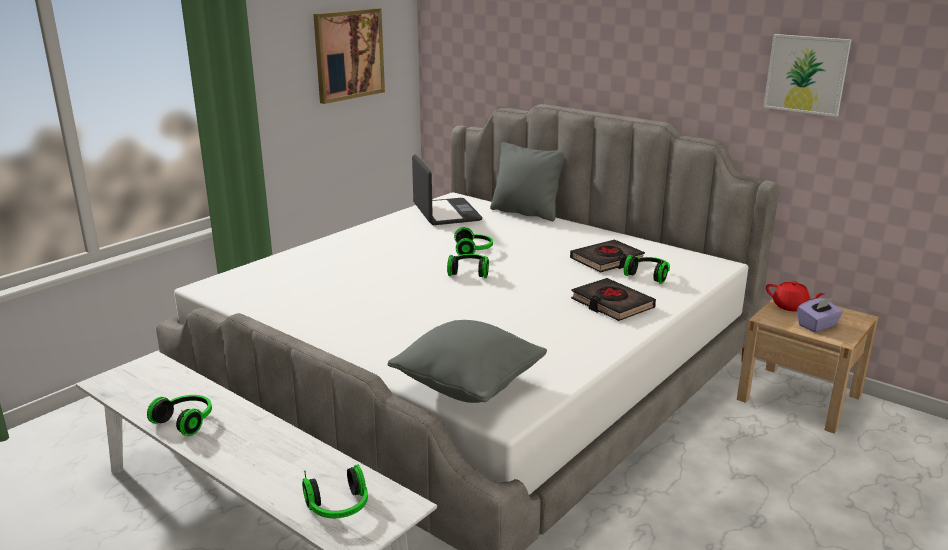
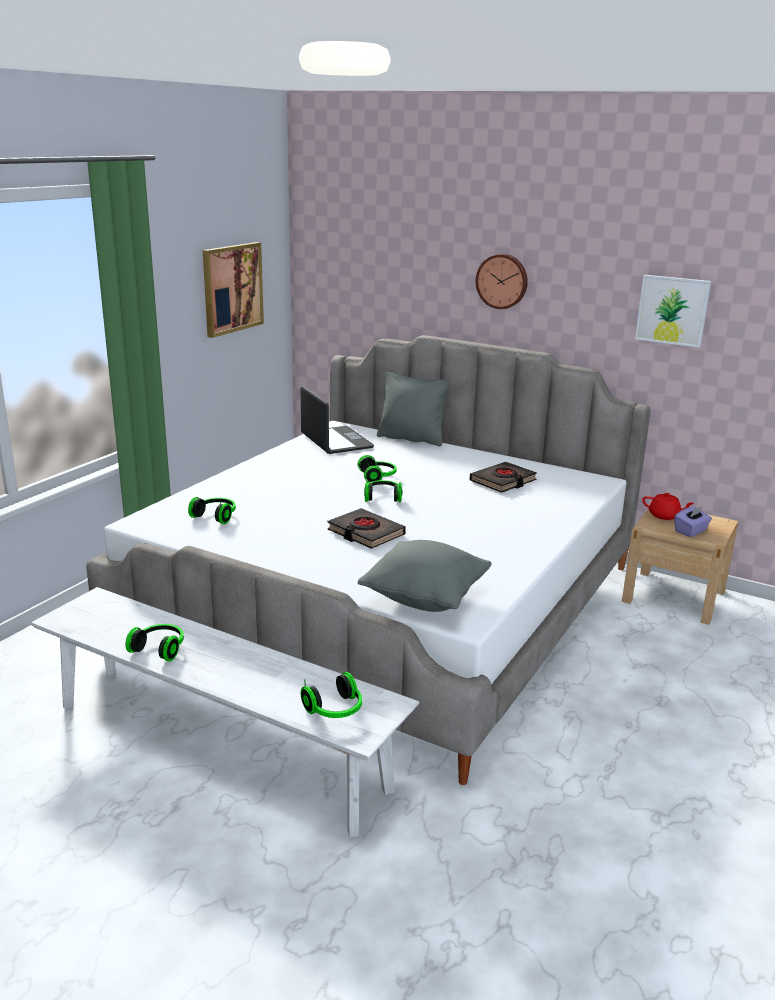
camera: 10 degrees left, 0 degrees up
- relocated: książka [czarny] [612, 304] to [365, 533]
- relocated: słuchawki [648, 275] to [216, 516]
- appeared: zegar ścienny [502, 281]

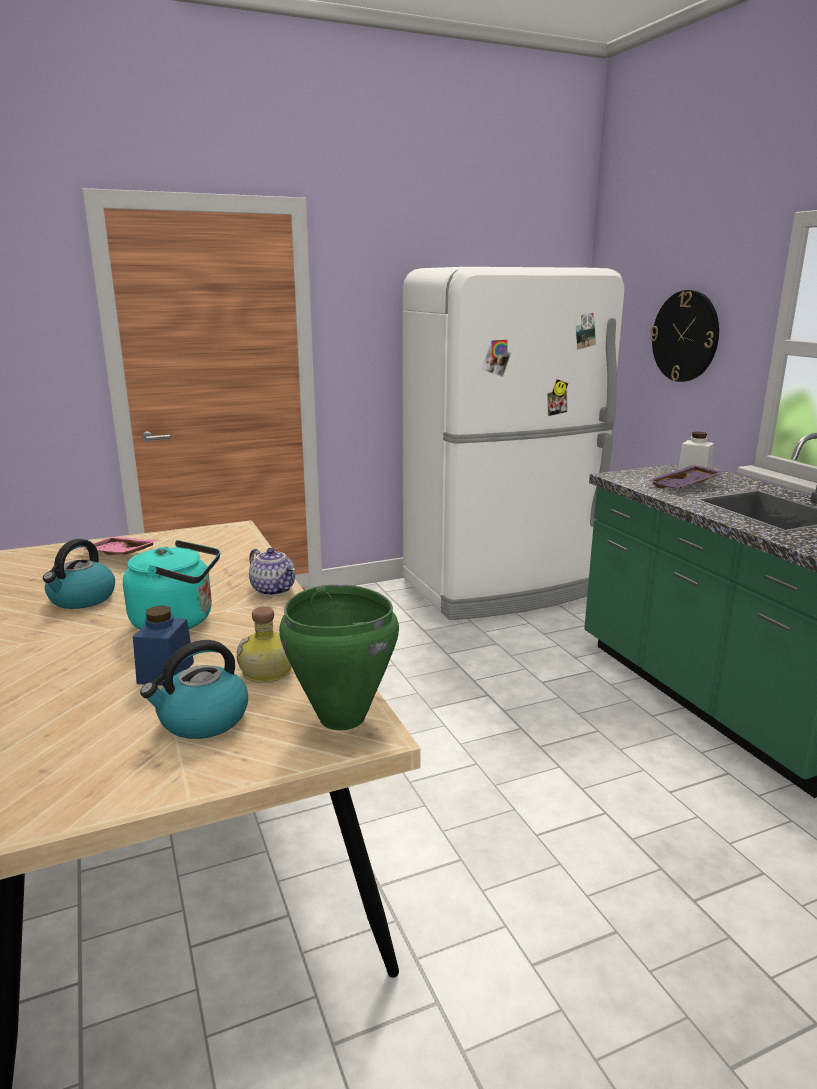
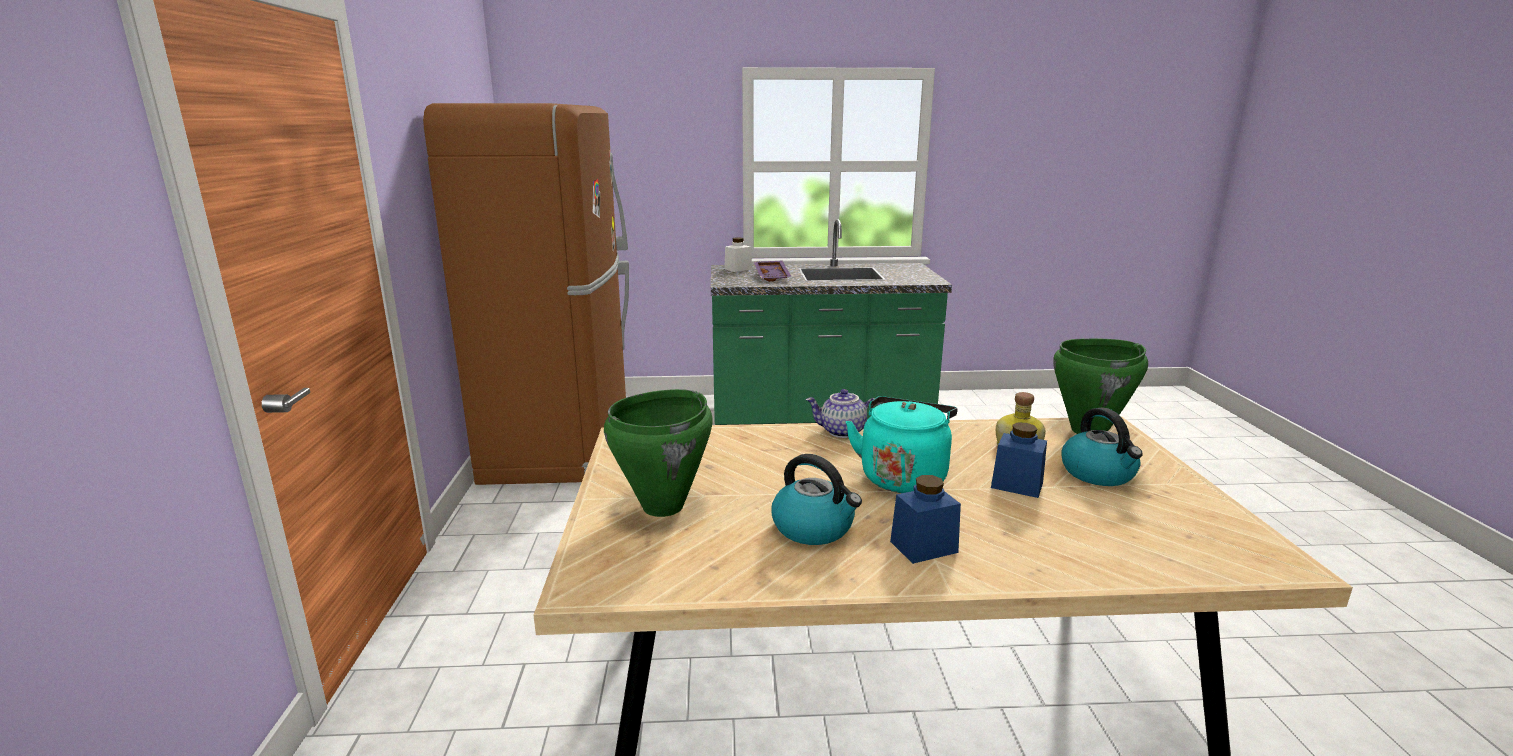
camera: 70 degrees left, 0 degrees up
- exchanged: taca [różowy] [118, 555] to garnek [zielony] [664, 506]
- spun: imbryk [274, 590] = [842, 432] 150 degrees counterclockwise
- colour: lodówka [biały] [501, 587] to lodówka [brązowy] [564, 443]
- missing: zegar ścienny [685, 336]
- appeared: słoik [niebieski] [923, 547]

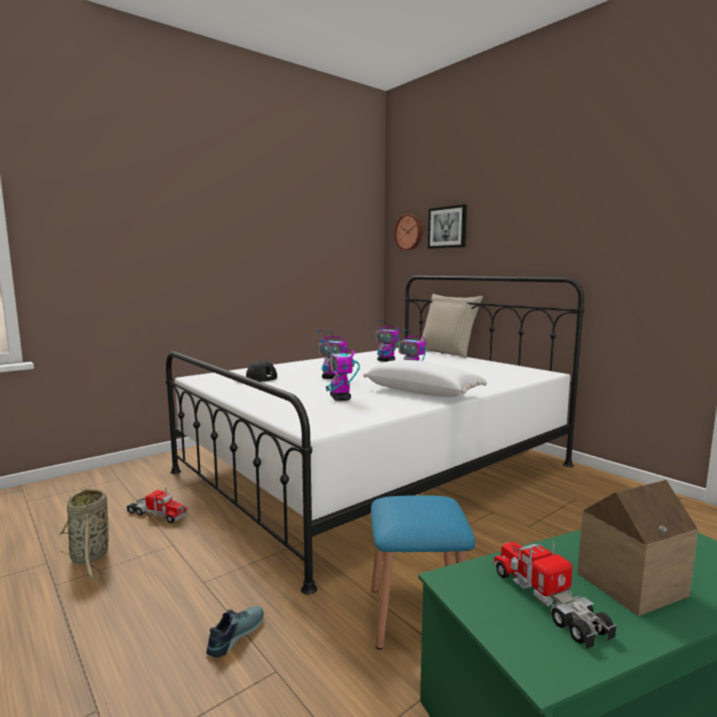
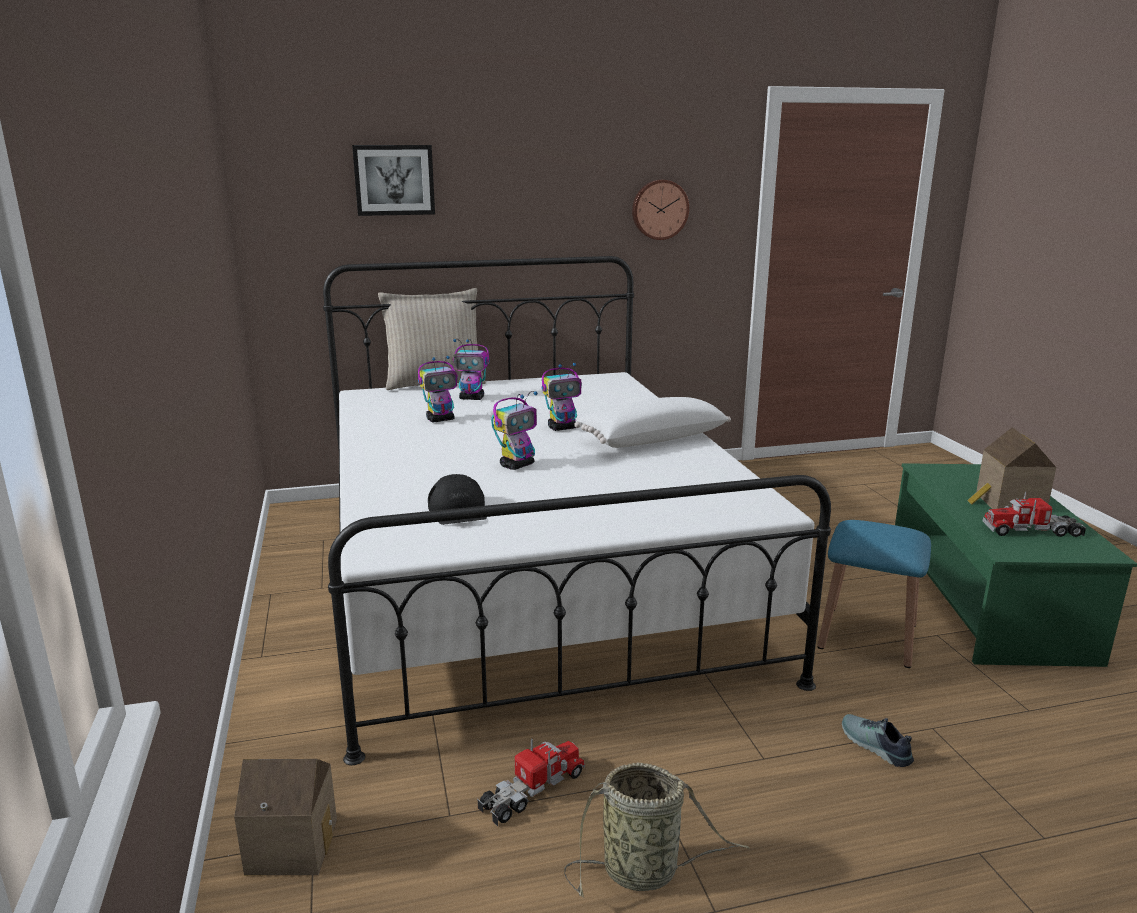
camera: 65 degrees left, 10 degrees up
- relocated: robot zabawkowy [340, 398] to [472, 398]
- relocated: zegar ścienny [409, 232] to [659, 209]
- appeared: domek [292, 843]

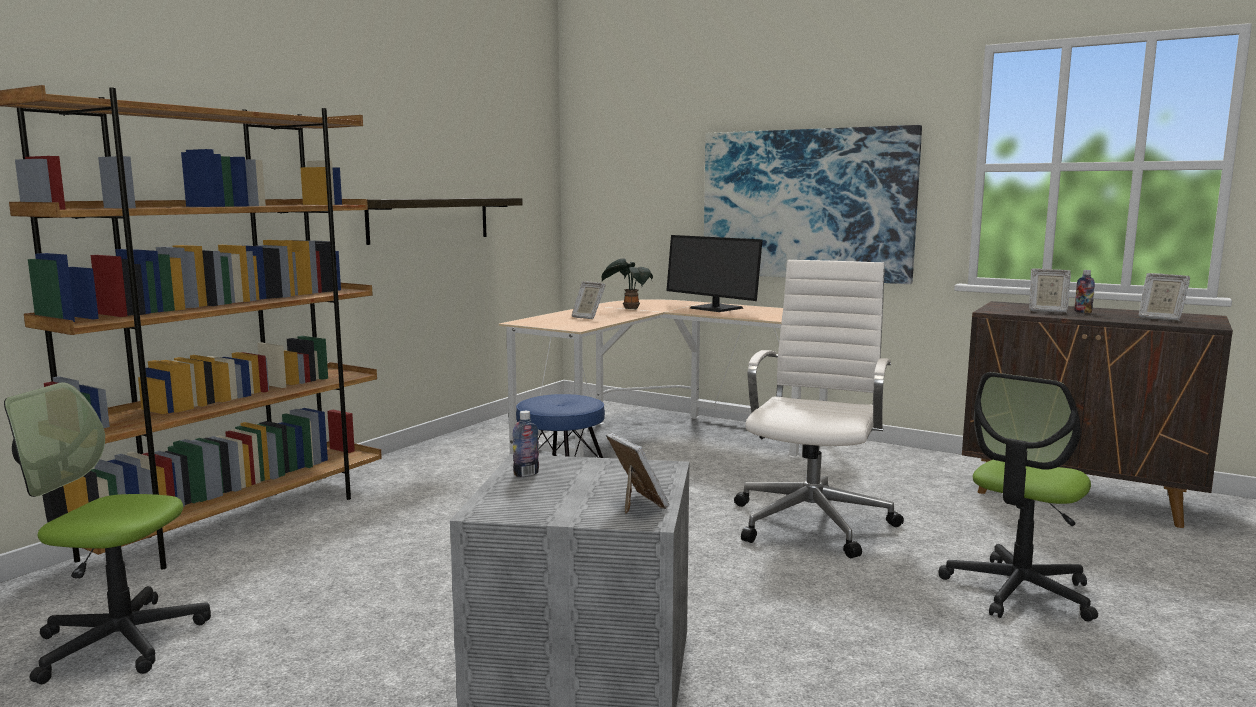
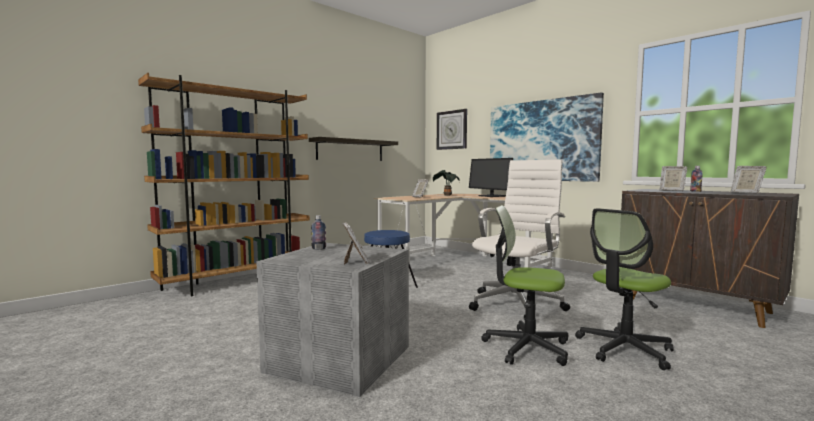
camera: 15 degrees right, 5 degrees down
- relocated: krzesło biurowe [119, 641] to [526, 347]
- appeared: zegar ścienny [452, 130]

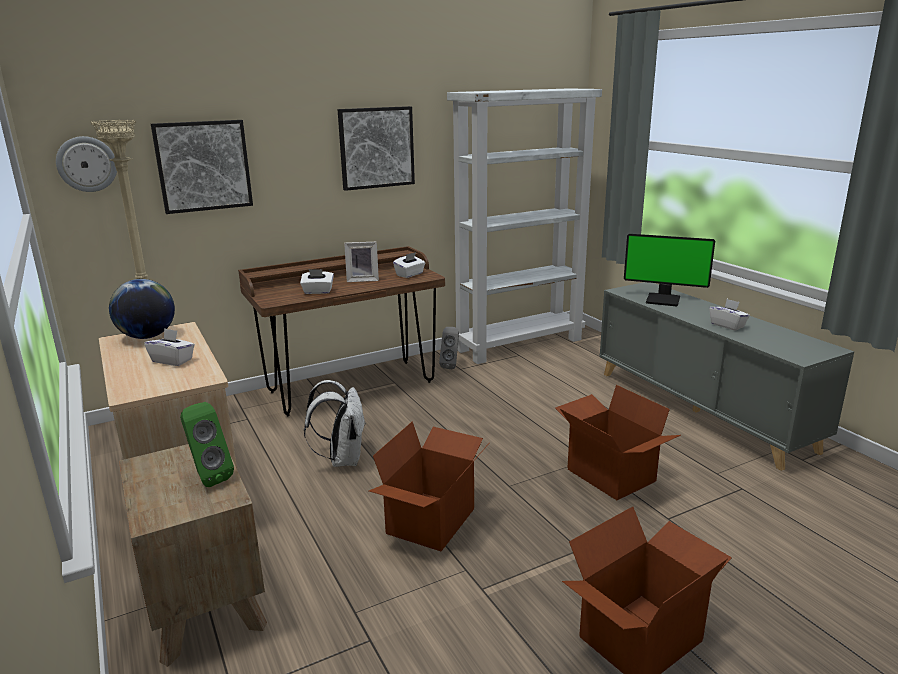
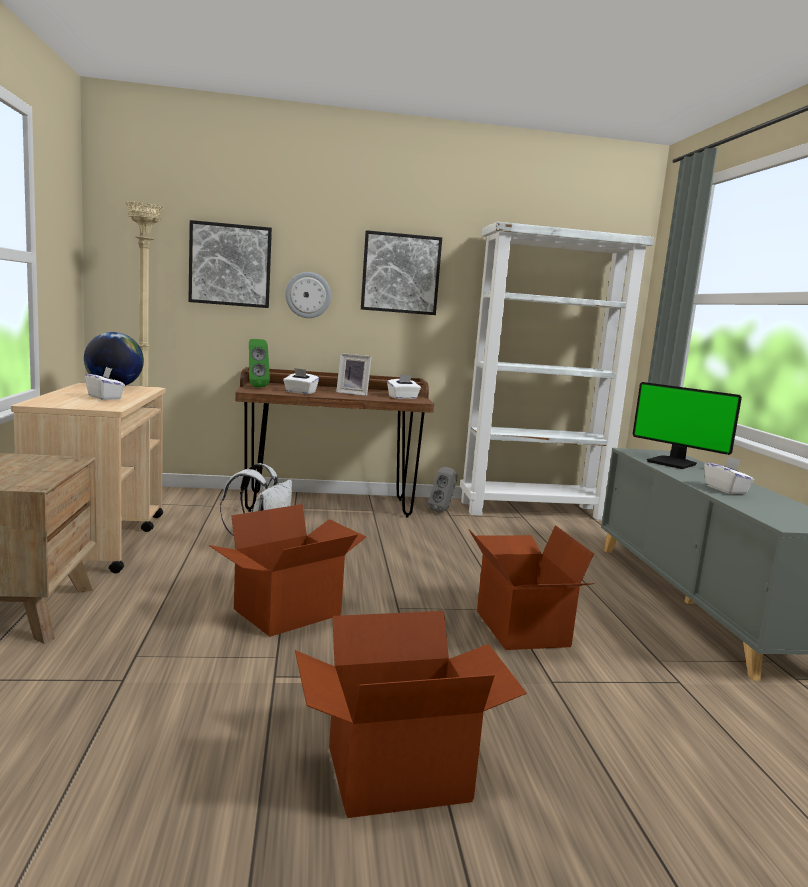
camera: 20 degrees right, 10 degrees down
- relocated: zegar ścienny [87, 164] to [308, 295]
- relocated: głośnik [zielony] [208, 477] to [256, 387]

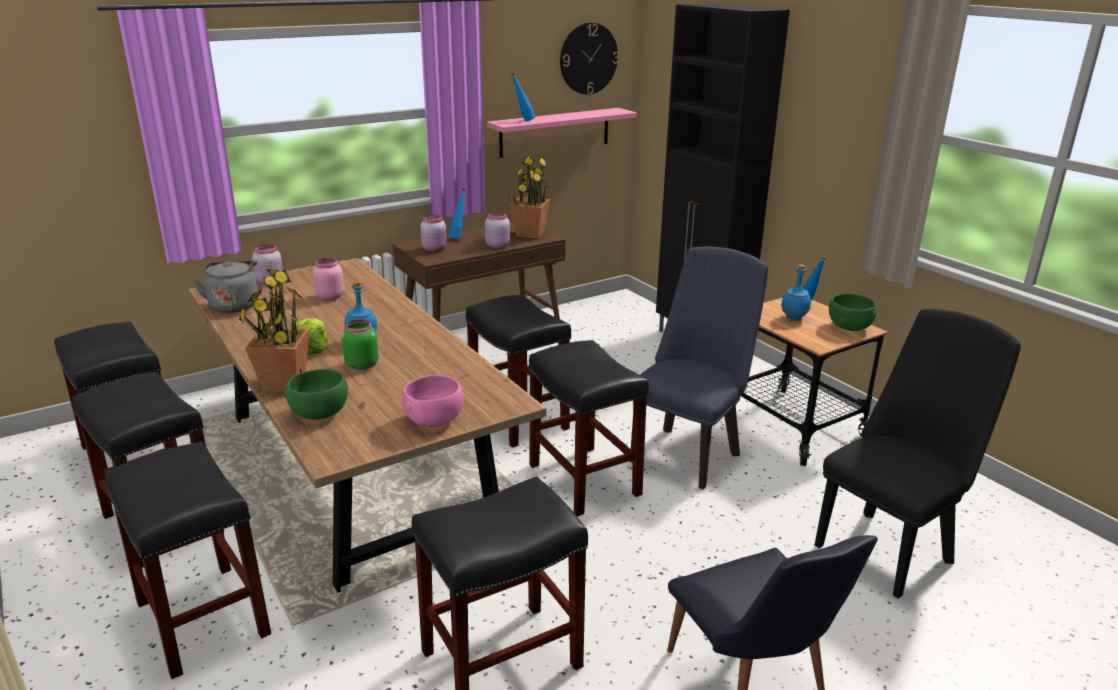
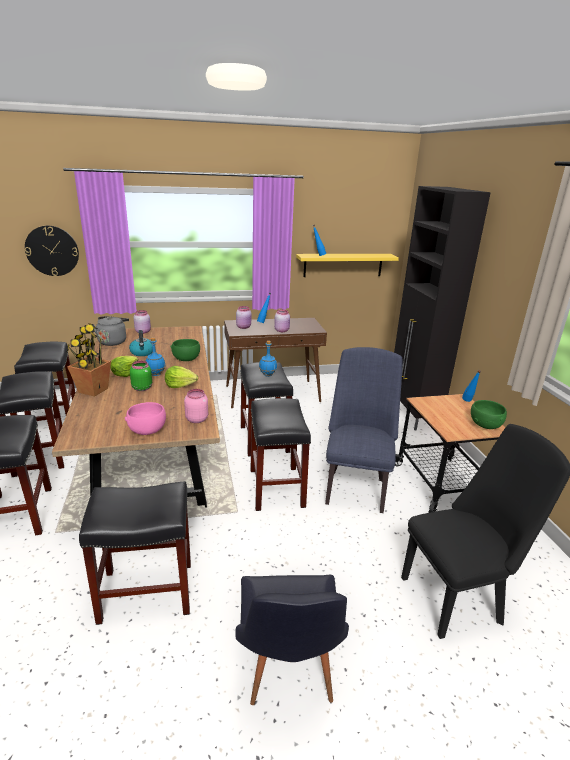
camera: 20 degrees right, 0 degrees up
- relocated: miska [zielony] [320, 414] to [186, 359]
- relocated: słoik [różowy] [329, 297] to [196, 419]
- colour: półka [różowy] [555, 132] to półka [żółty] [343, 265]
- missing: roślina doniczkowa [529, 234]
- relocated: zegar ścienny [588, 58] to [52, 251]
- spun: krzesło [niebieski] [688, 453] = [355, 487] 45 degrees counterclockwise
- relocated: butelka [niebieski] [794, 318] to [268, 375]
- appeared: czajnik [142, 353]
- appeared: sałata [180, 385]

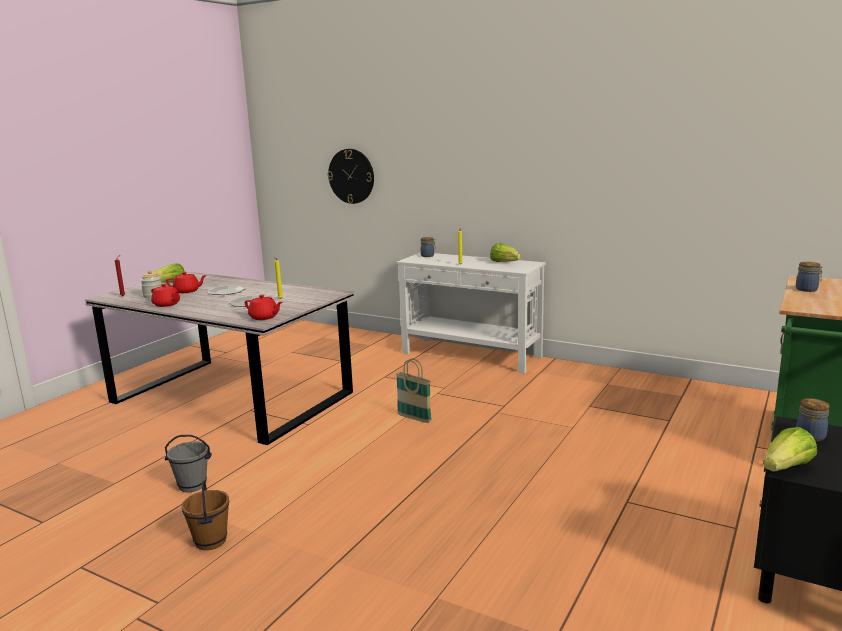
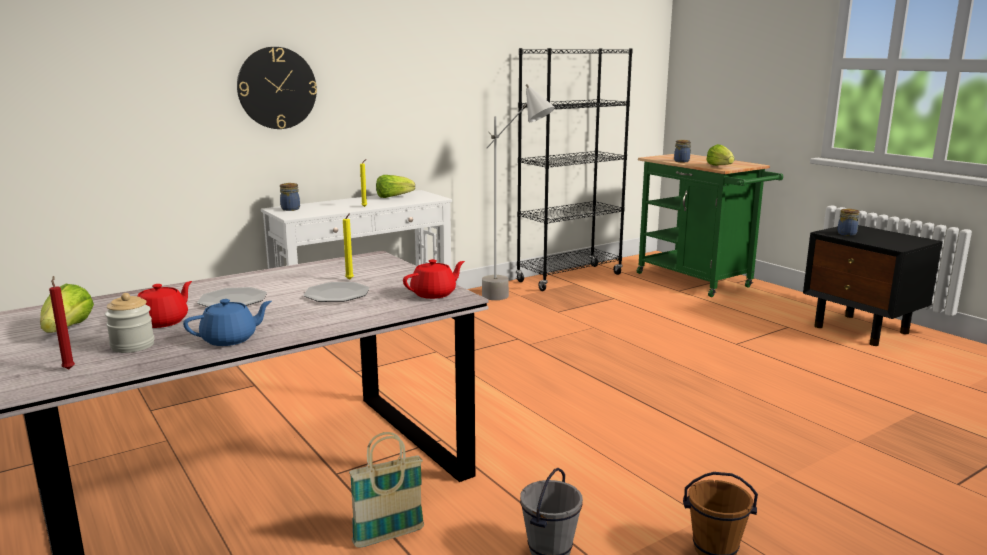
camera: 65 degrees left, 0 degrees up
- colour: imbryk [czerwony] [167, 304] to imbryk [niebieski] [230, 339]
- relocated: zegar ścienny [351, 176] to [277, 88]
- relocated: koszyk [414, 418] to [389, 536]
- relocated: sałata [786, 468] to [720, 166]
- appeared: lampa stojąca [szary] [514, 299]
- appeared: regał [czarny] [569, 278]

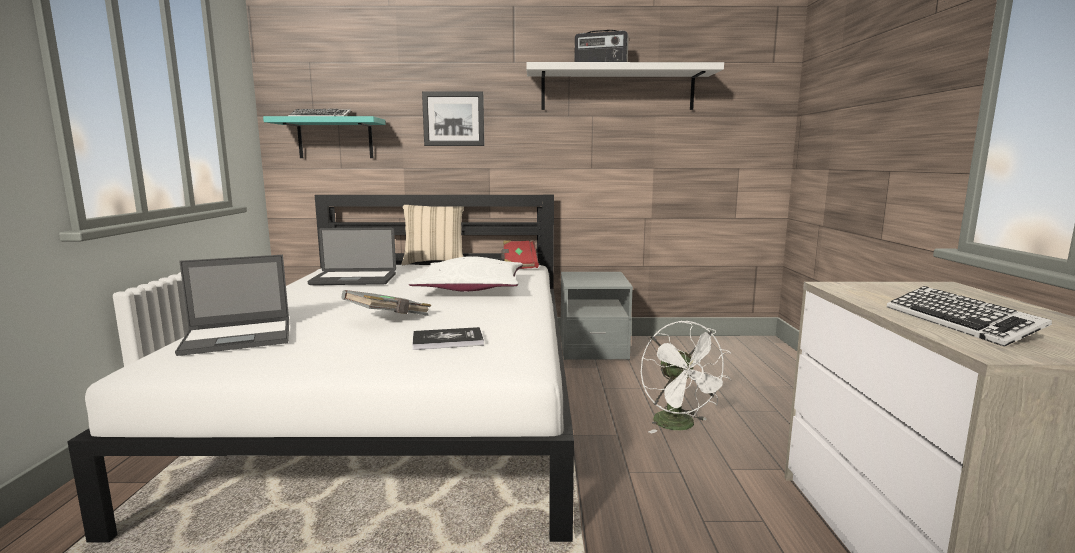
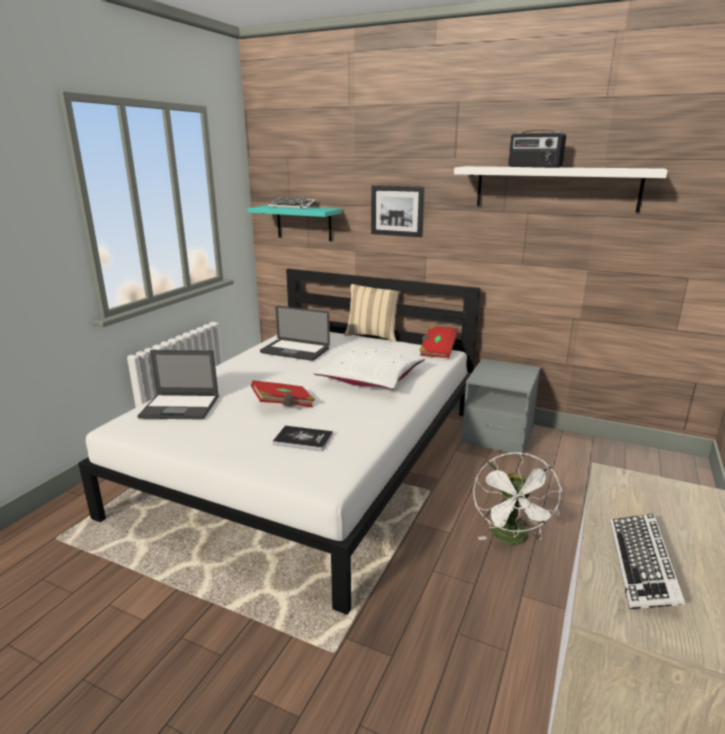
camera: 25 degrees right, 10 degrees up
- colour: książka [szary] [389, 318] to książka [czerwony] [283, 405]

